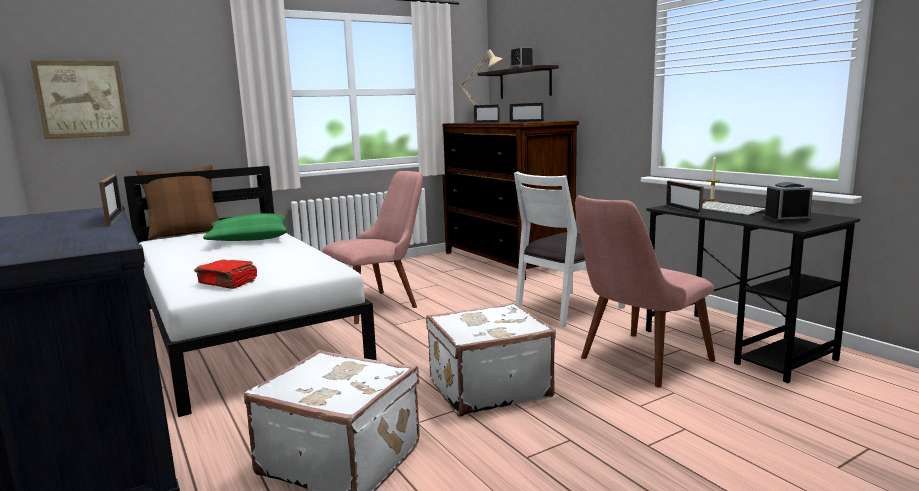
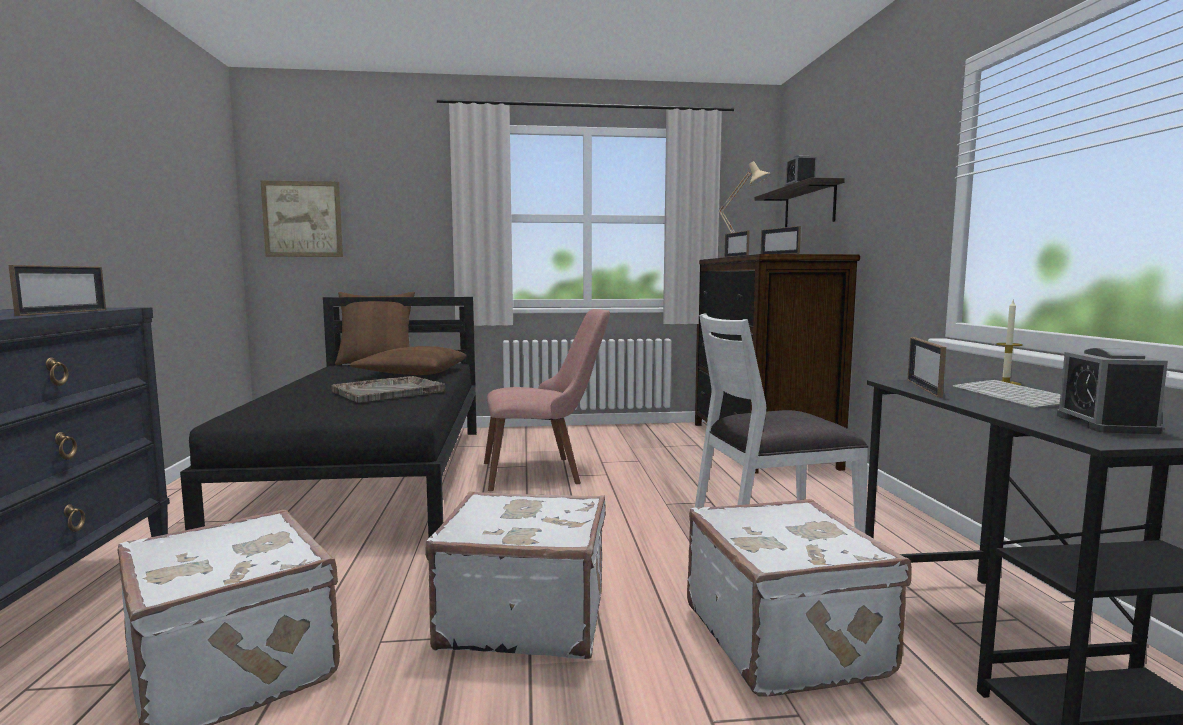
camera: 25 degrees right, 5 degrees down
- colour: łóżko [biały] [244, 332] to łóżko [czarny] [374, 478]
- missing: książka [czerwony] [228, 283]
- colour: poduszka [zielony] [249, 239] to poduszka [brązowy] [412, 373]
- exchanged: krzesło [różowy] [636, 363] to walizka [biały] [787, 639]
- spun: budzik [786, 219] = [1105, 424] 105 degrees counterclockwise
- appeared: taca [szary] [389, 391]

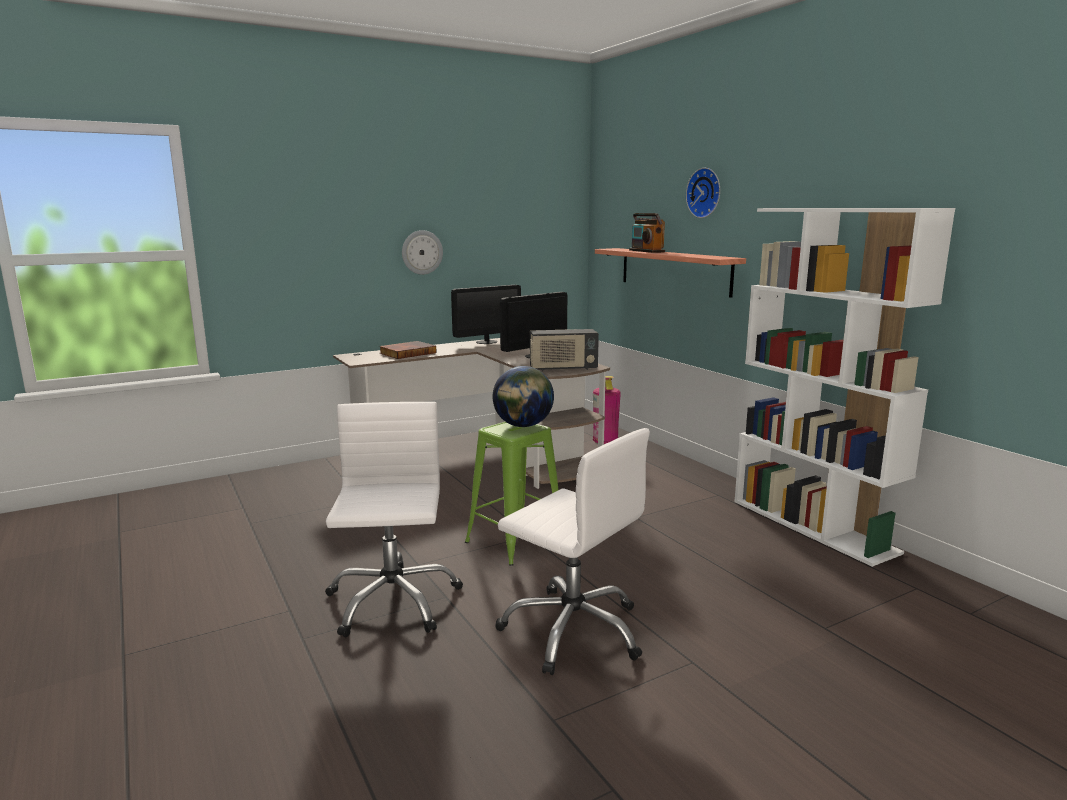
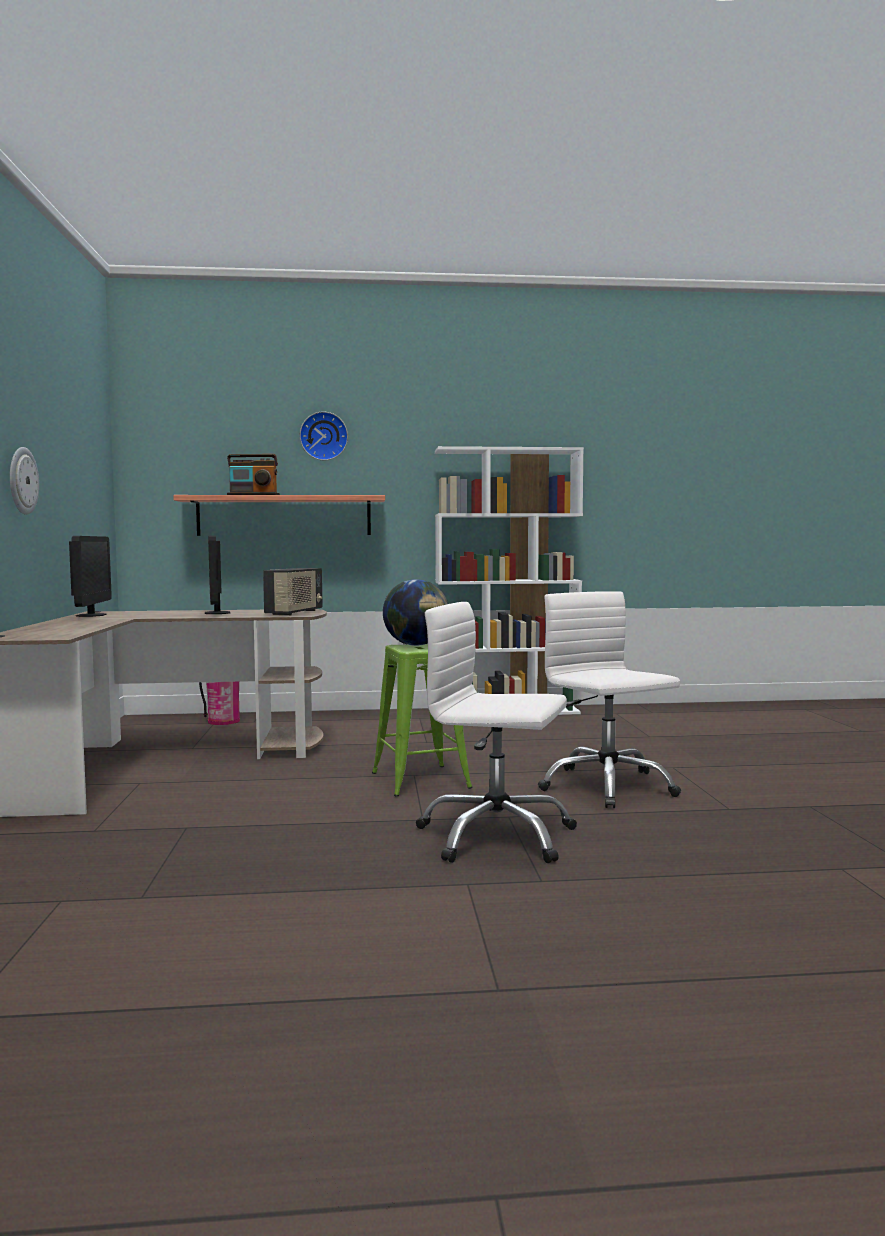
camera: 65 degrees left, 10 degrees down
- missing: książka [407, 353]
- spun: krzesło biurowe [biały] [573, 630] = [606, 786] 90 degrees counterclockwise

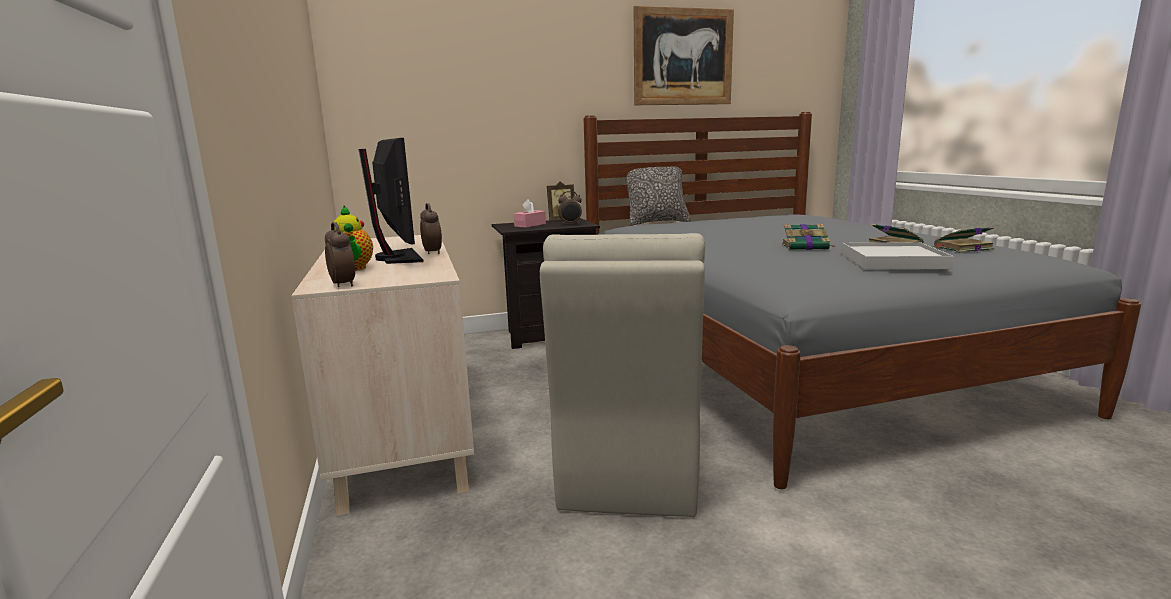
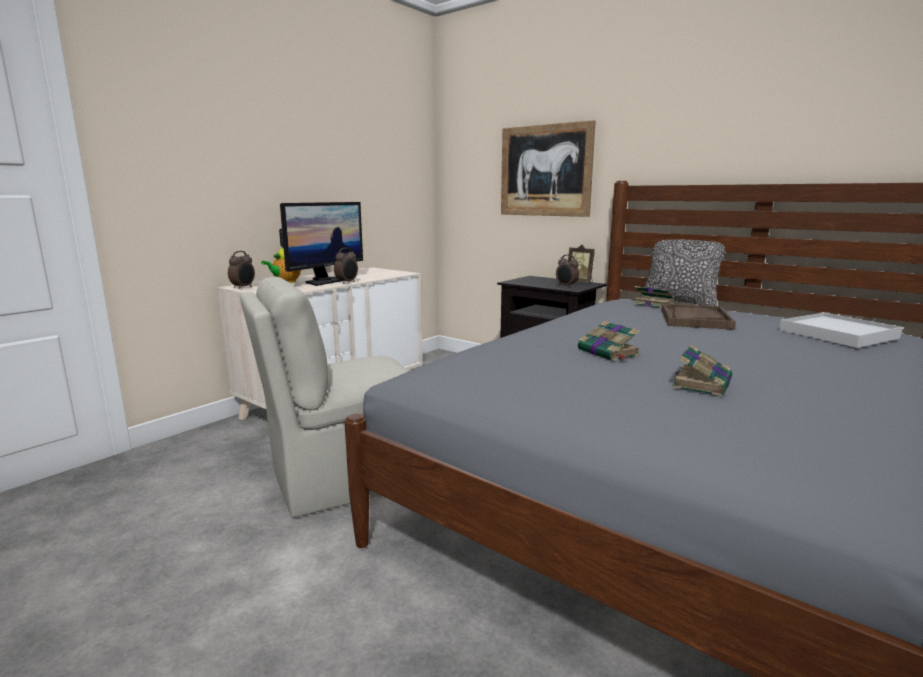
camera: 55 degrees right, 0 degrees up
- missing: pudełko chusteczek [różowy] [530, 225]
- relocated: obraz [683, 57] to [545, 171]
- relocated: taca [biały] [893, 260] to [838, 334]
- relocated: książka [962, 248] to [652, 304]
- appeared: taca [brązowy] [694, 319]

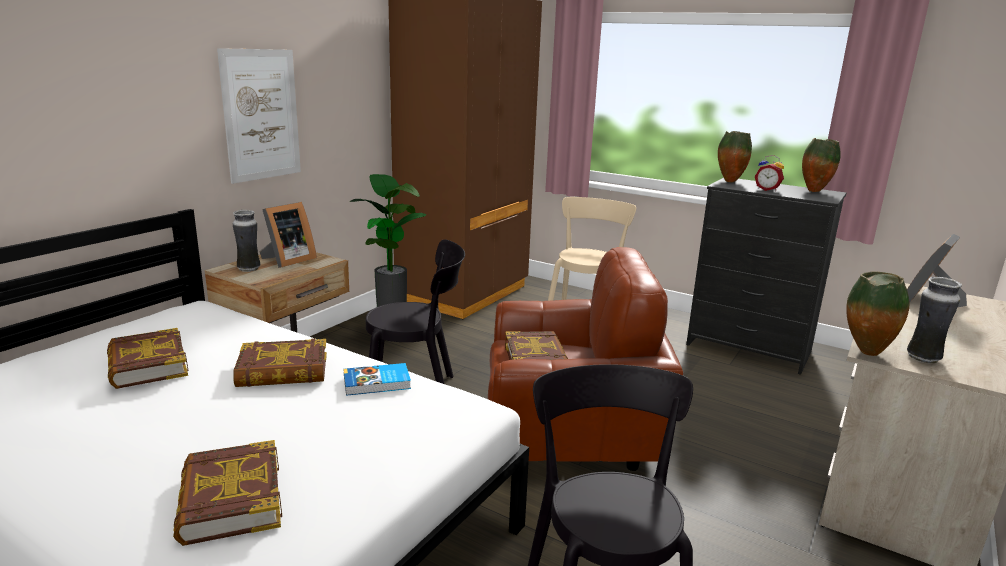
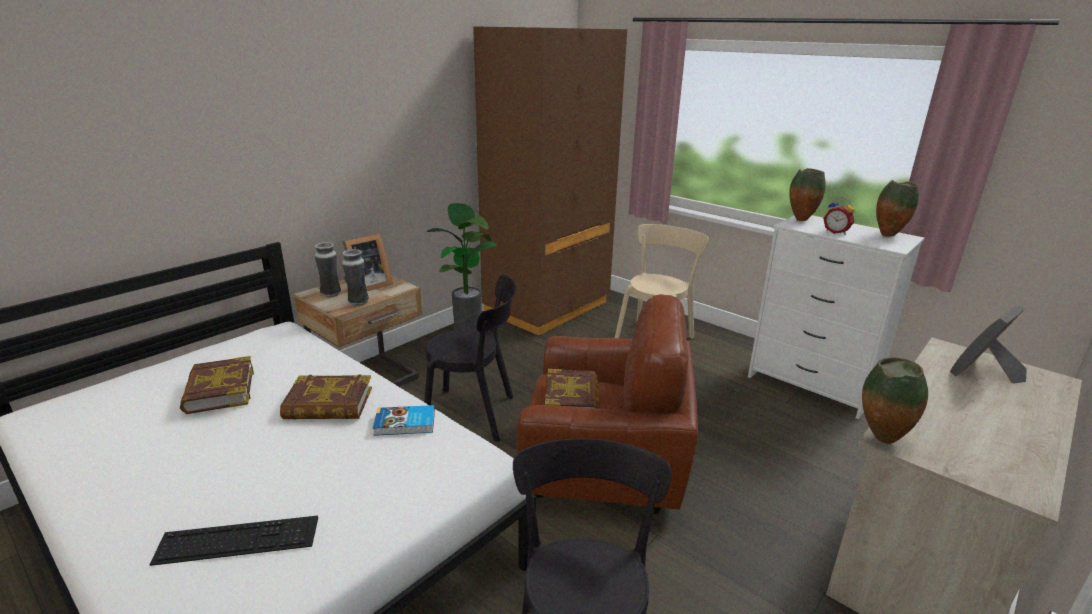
camera: 10 degrees right, 5 degrees up
- exchanged: książka [230, 499] to klawiatura [238, 540]
- missing: obraz [261, 115]
- colour: komoda [czarny] [748, 348] to komoda [biały] [811, 385]
- relocated: wazon [923, 358] to [358, 302]

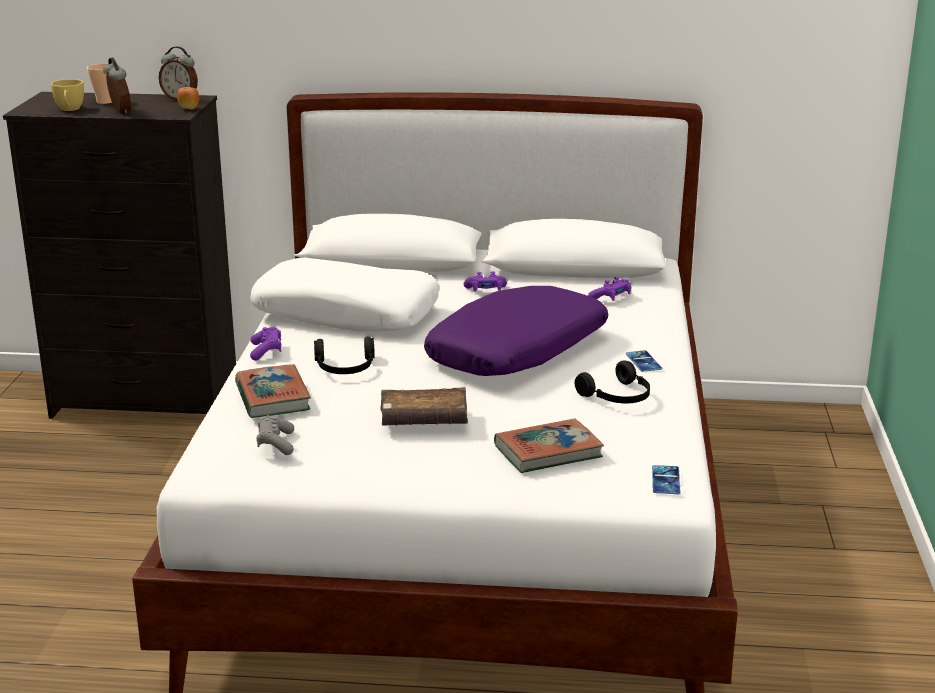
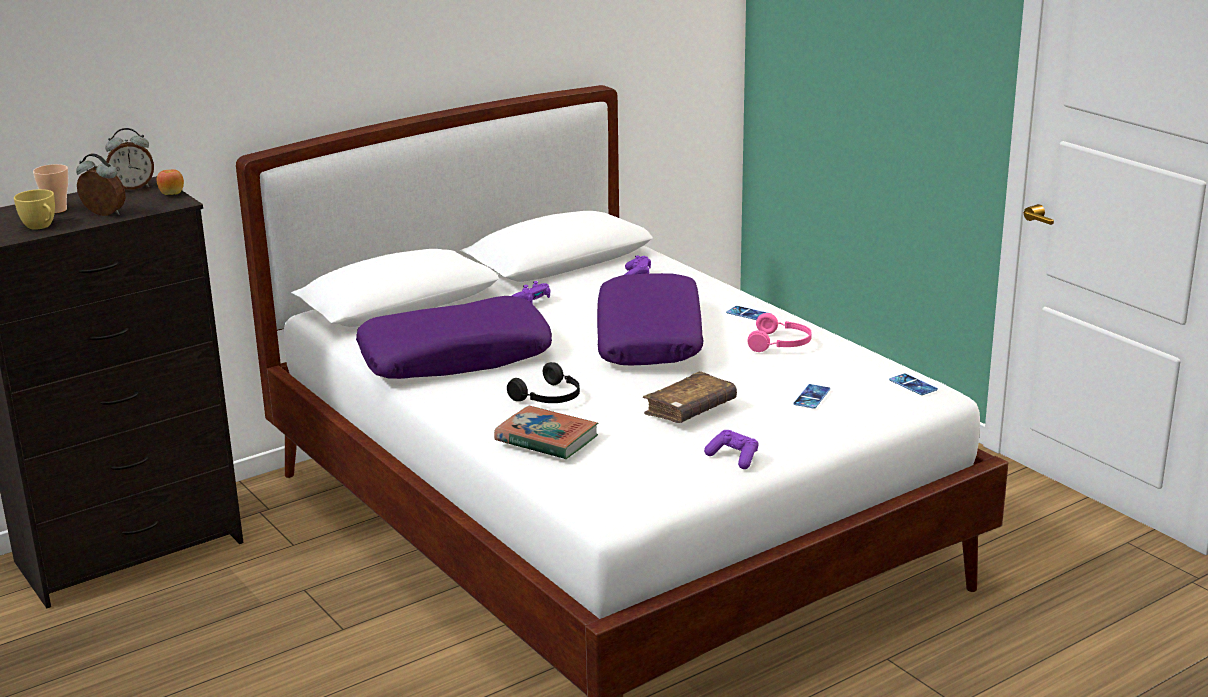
camera: 40 degrees left, 0 degrees up
- colour: poduszka [biały] [347, 313] to poduszka [fioletowy] [455, 357]
- relocated: pad do gier [fioletowy] [266, 351] to [733, 457]
- missing: pad do gier [szary] [276, 444]
- exchanged: książka [548, 452] to telefon [811, 397]
- colour: słuchawki [czarny] [618, 397] to słuchawki [różowy] [781, 344]

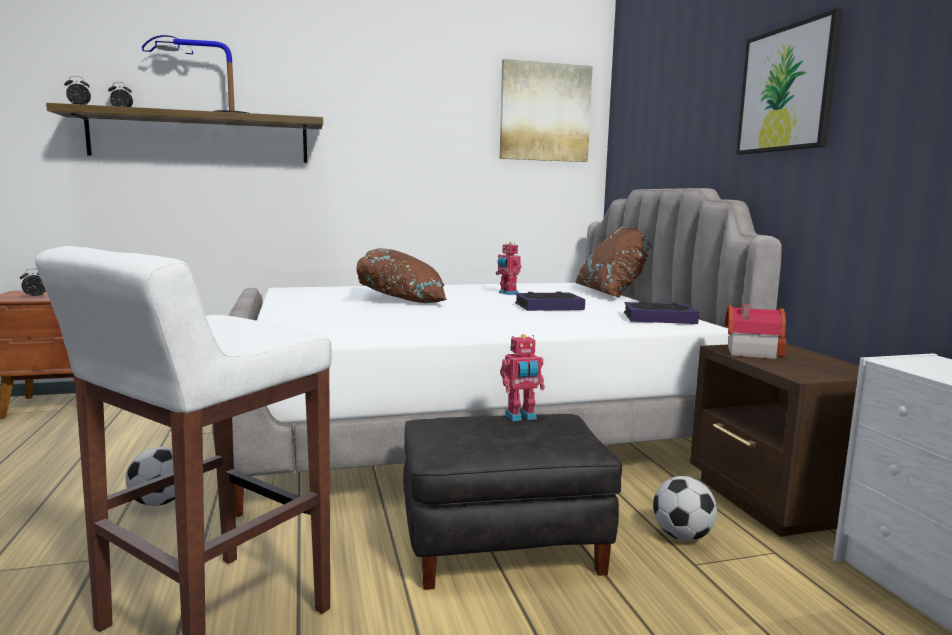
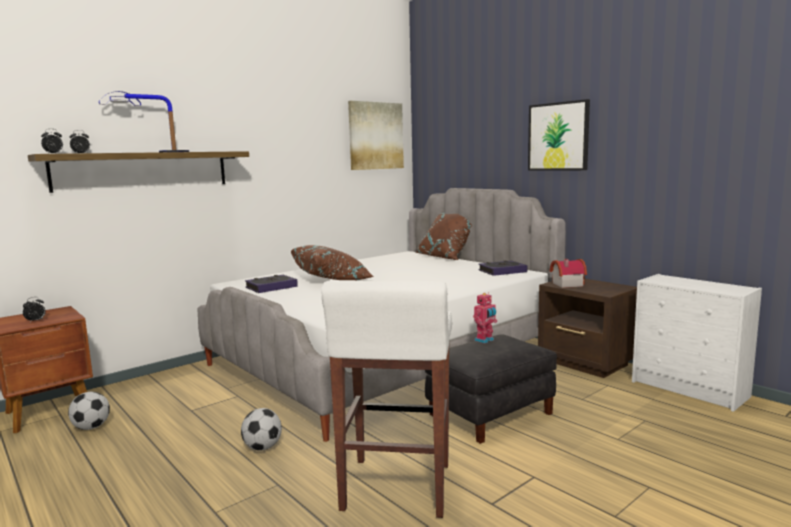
camera: 25 degrees left, 0 degrees up
- missing: robot zabawkowy [507, 293]
- relocated: książka [548, 307] to [271, 287]
- relocated: piłka futbolowa [682, 536] to [92, 427]

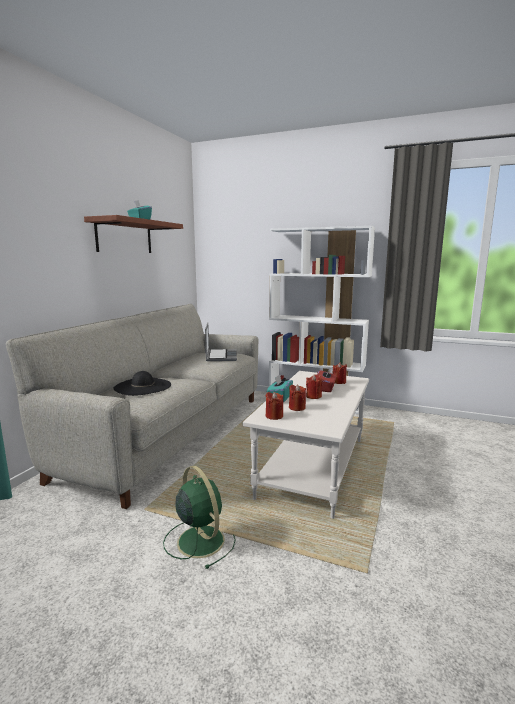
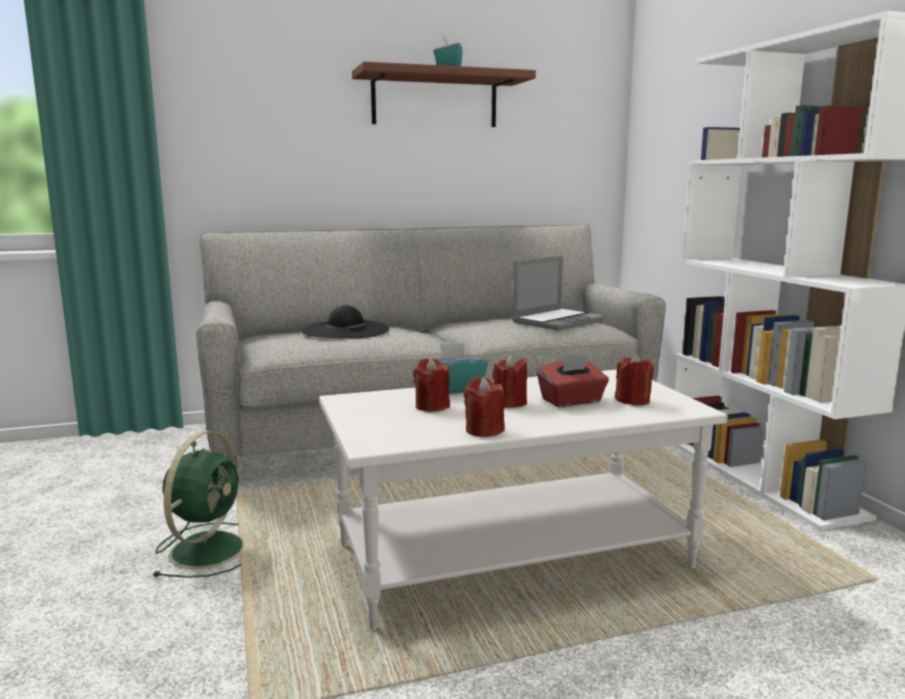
camera: 50 degrees right, 0 degrees up
- relocated: świeca [czerwony] [274, 416] to [484, 430]

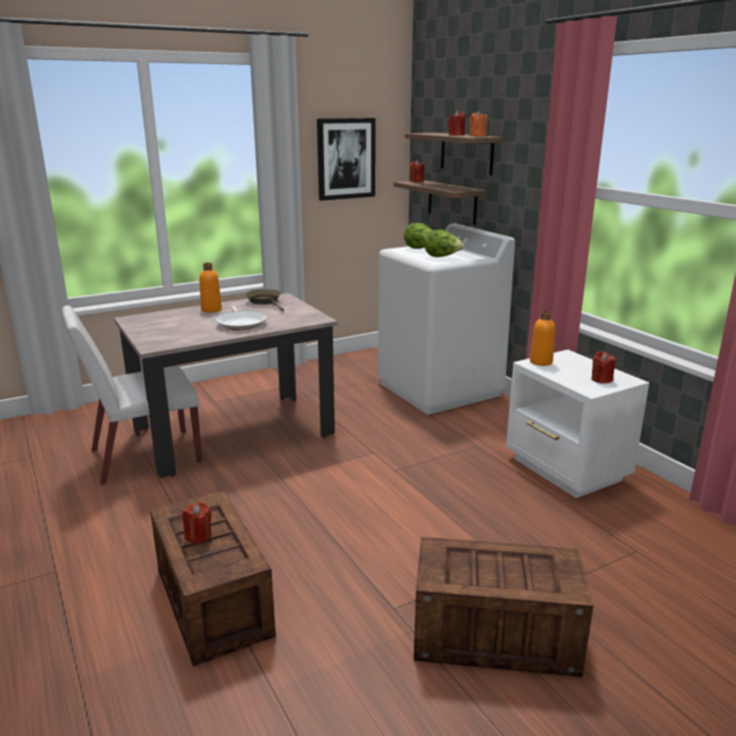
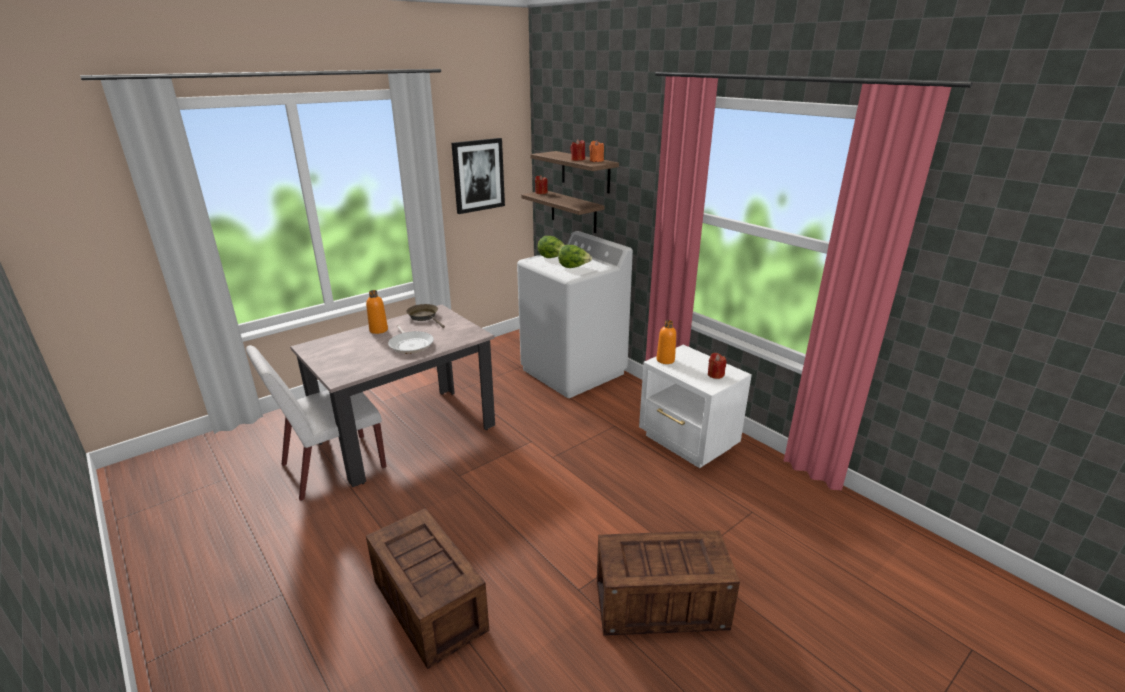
camera: 10 degrees left, 5 degrees up
- missing: świeca [czerwony] [198, 536]

